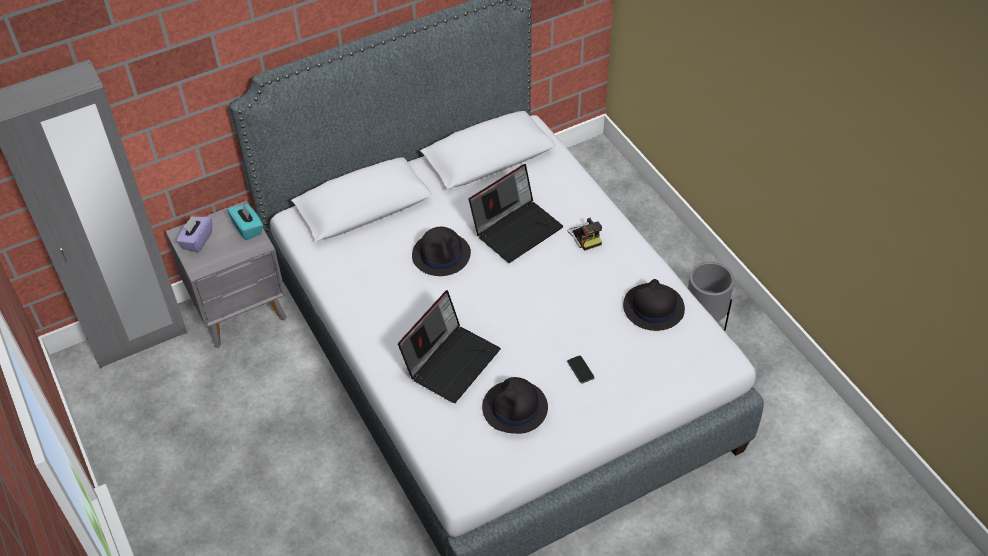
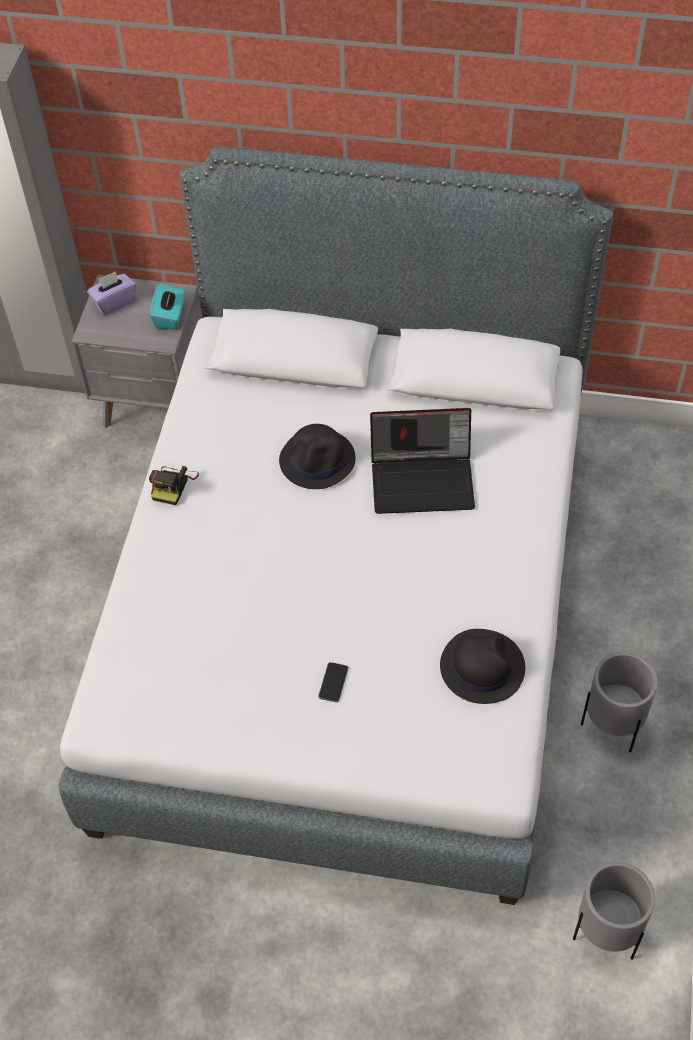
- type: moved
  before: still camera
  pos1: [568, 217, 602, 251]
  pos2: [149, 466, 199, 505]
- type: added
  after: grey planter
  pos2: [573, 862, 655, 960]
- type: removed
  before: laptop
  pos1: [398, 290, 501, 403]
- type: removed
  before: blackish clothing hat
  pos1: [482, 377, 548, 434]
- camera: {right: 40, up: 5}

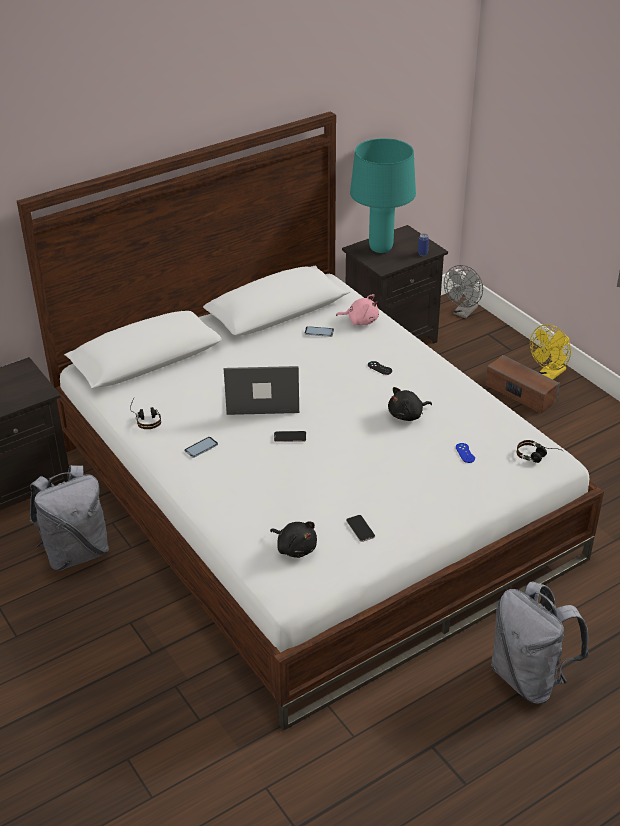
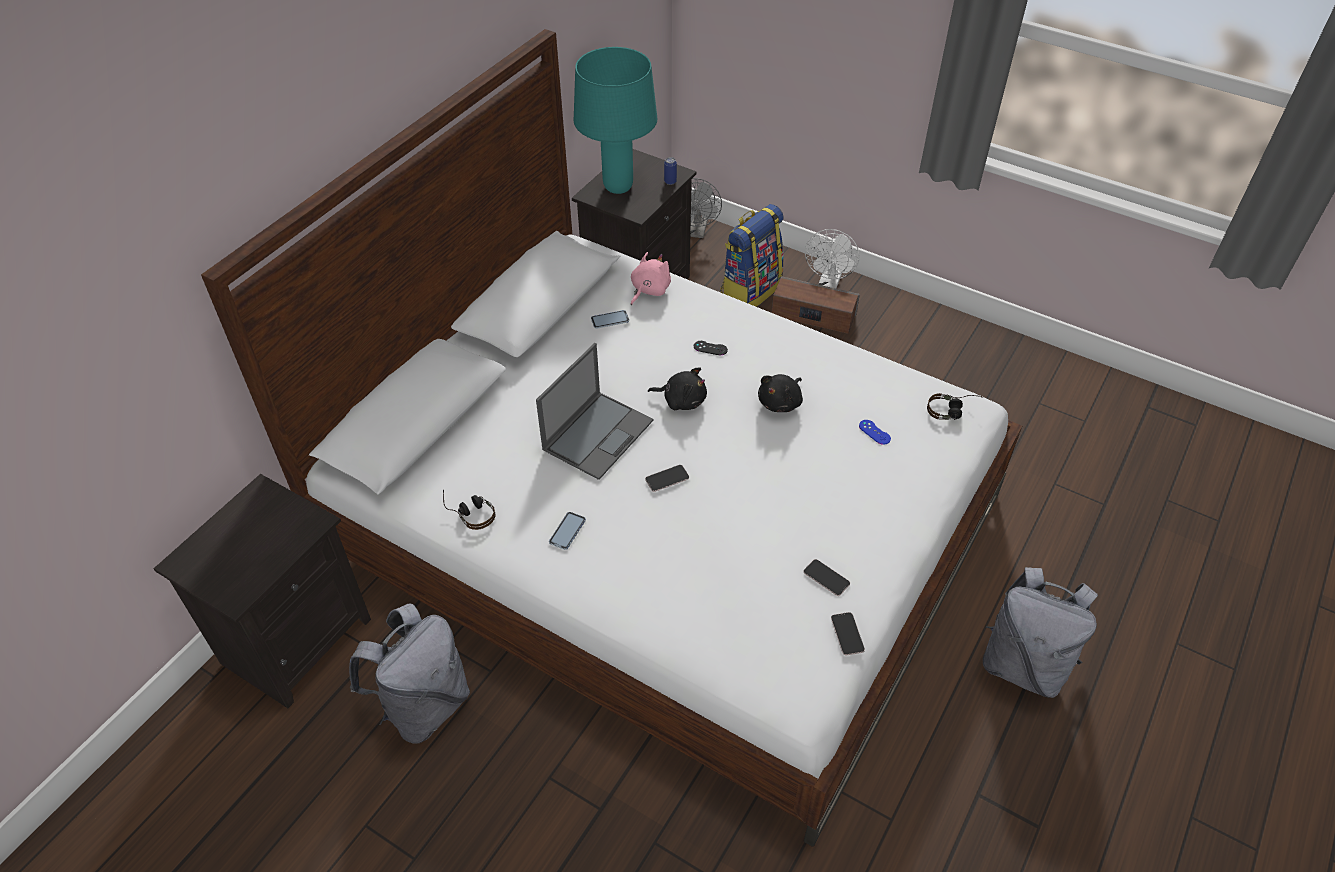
- type: turned
  before: laptop
  pos1: [224, 366, 299, 415]
  pos2: [536, 343, 653, 480]
  turn: 150
- type: turned
  before: pink plush toy
  pos1: [336, 294, 379, 325]
  pos2: [631, 252, 671, 306]
  turn: -45
- type: moved
  before: blackish plush toy
  pos1: [270, 521, 317, 558]
  pos2: [648, 367, 707, 410]
- type: added
  after: rucksack
  pos2: [720, 204, 784, 307]
- type: recoloured
  before: yellowish electric fan
  after: white electric fan
  pos1: [530, 324, 571, 379]
  pos2: [805, 229, 860, 288]
- type: added
  after: phone
  pos2: [831, 612, 865, 655]
- camera: {right: -25, up: 10}

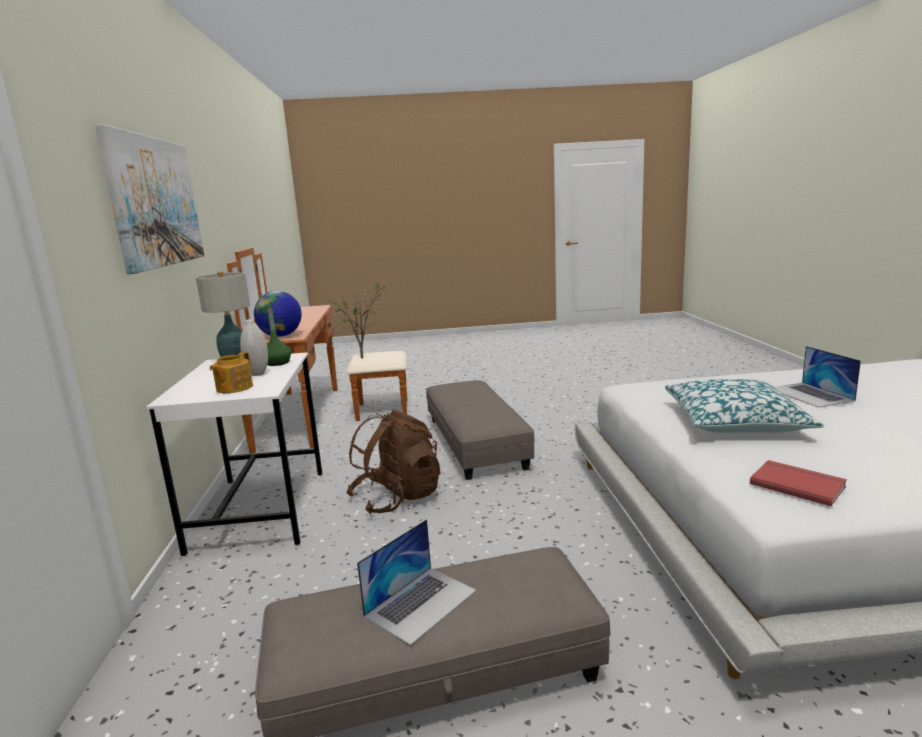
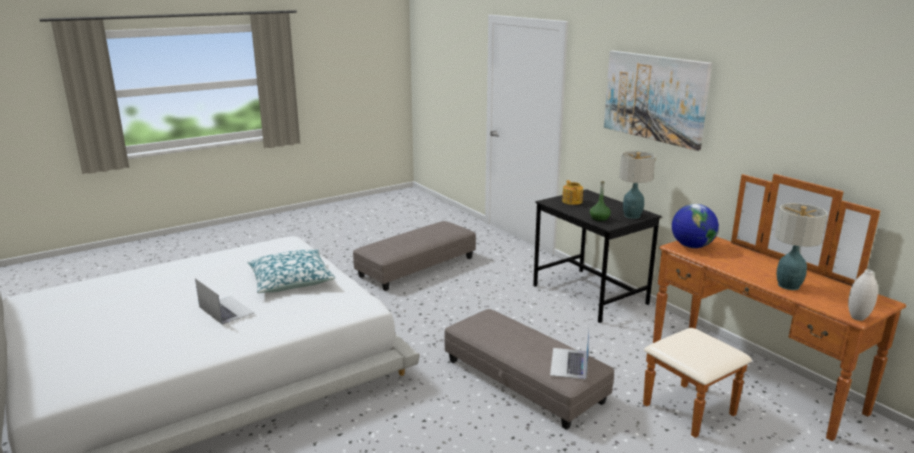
- type: recoloured
  before: white desk table
  after: blackish desk table
  pos1: [146, 352, 322, 556]
  pos2: [533, 189, 661, 323]
- type: moved
  before: laptop
  pos1: [357, 519, 477, 646]
  pos2: [550, 330, 589, 380]
- type: added
  after: tabletop lamp
  pos2: [775, 203, 827, 290]
- type: moved
  before: white flower vase
  pos1: [240, 319, 268, 376]
  pos2: [848, 269, 878, 321]
- type: removed
  before: potted plant
  pos1: [321, 279, 391, 358]
- type: removed
  before: brownish rucksack
  pos1: [346, 410, 441, 514]
- type: removed
  before: reddish book
  pos1: [750, 460, 847, 506]
- camera: {right: 150, up: 5}

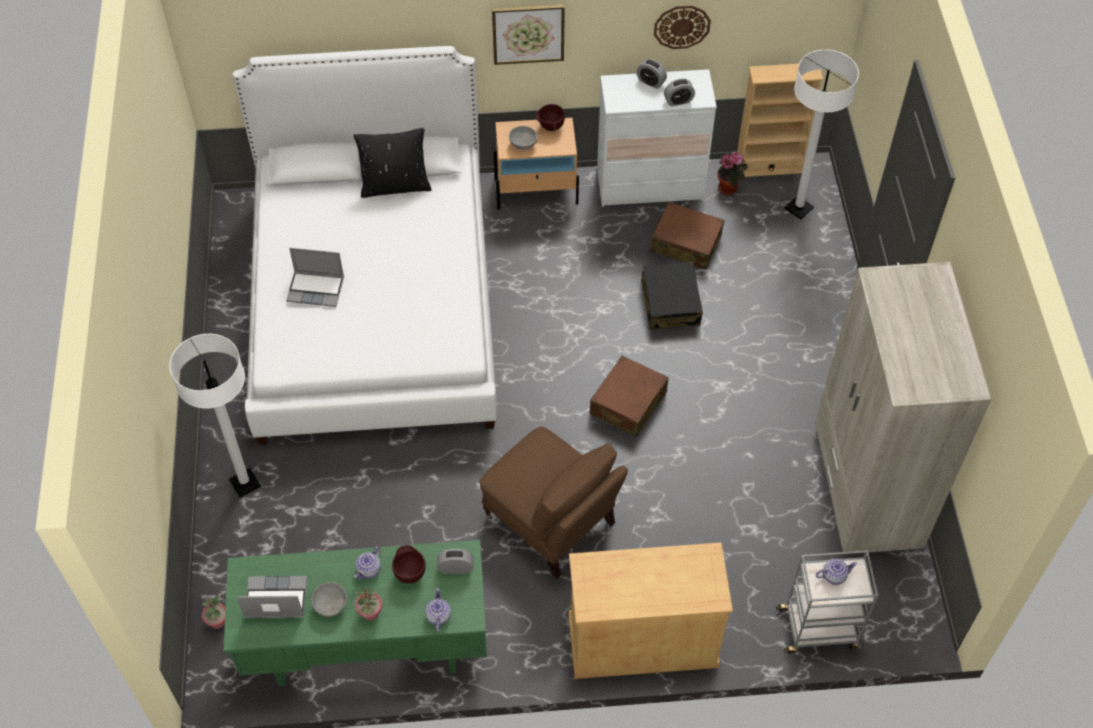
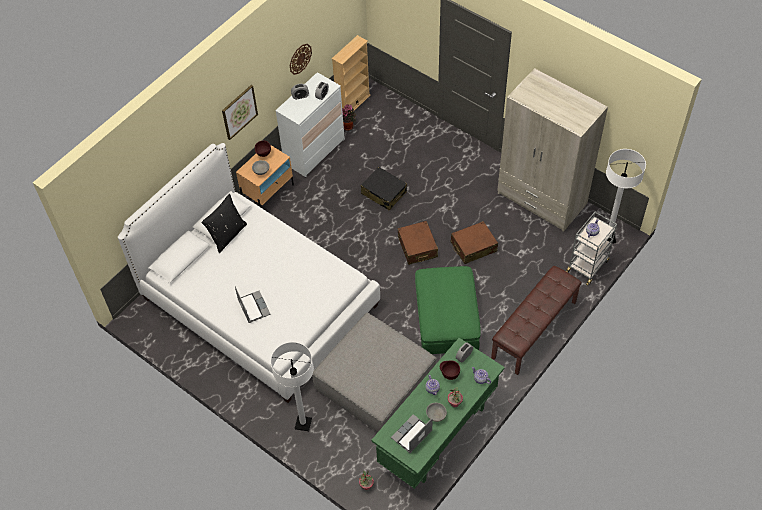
- type: turned
  before: laptop
  pos1: [286, 248, 344, 307]
  pos2: [235, 286, 271, 323]
  turn: -75
- type: added
  after: grey footrest
  pos2: [312, 313, 436, 432]
- type: replaced
  before: brownish easy chair
  after: greenish footrest
  pos1: [479, 427, 628, 579]
  pos2: [415, 266, 481, 354]
- type: moved
  before: brownish travel case
  pos1: [650, 202, 724, 270]
  pos2: [451, 221, 498, 264]
- type: replaced
  before: beige cabinet
  after: brownish long seat
  pos1: [569, 542, 733, 679]
  pos2: [491, 266, 582, 375]
- type: moved
  before: white floor lamp
  pos1: [784, 50, 859, 219]
  pos2: [606, 149, 646, 244]
- camera: {right: -45, up: 0}

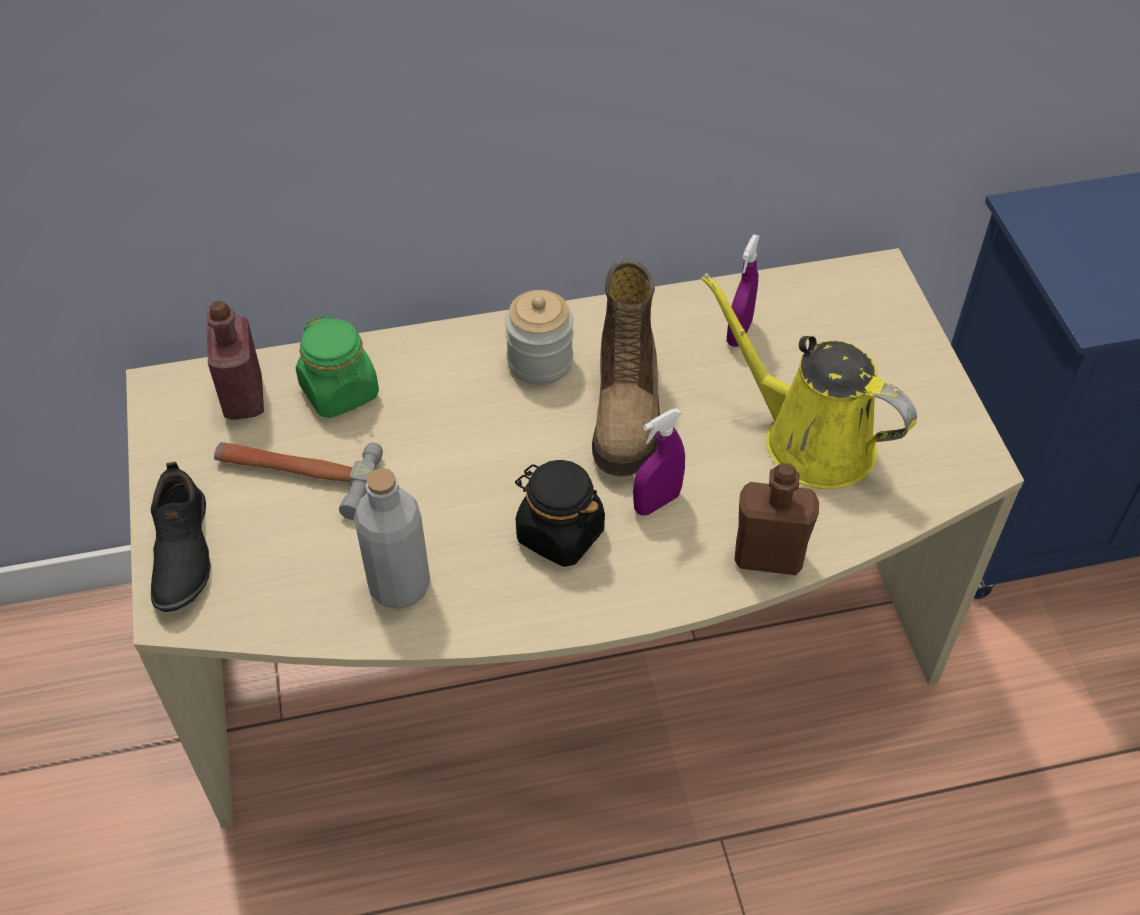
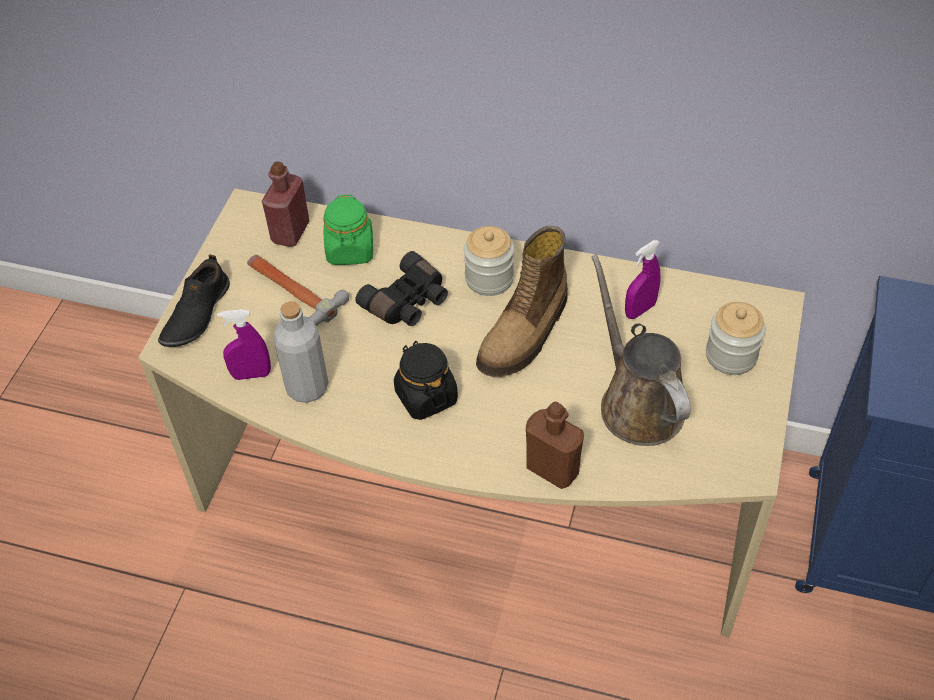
- type: moved
  before: purple hand sprayer
  pos1: [633, 408, 685, 516]
  pos2: [217, 309, 271, 380]
- type: added
  after: blackish field glasses
  pos2: [355, 251, 448, 326]
- type: recoloured
  before: yellowish sprinkling can
  after: brownish sprinkling can
  pos1: [701, 273, 917, 489]
  pos2: [592, 254, 690, 446]
- type: added
  after: storage jar
  pos2: [706, 302, 766, 375]
- camera: {right: 30, up: 0}

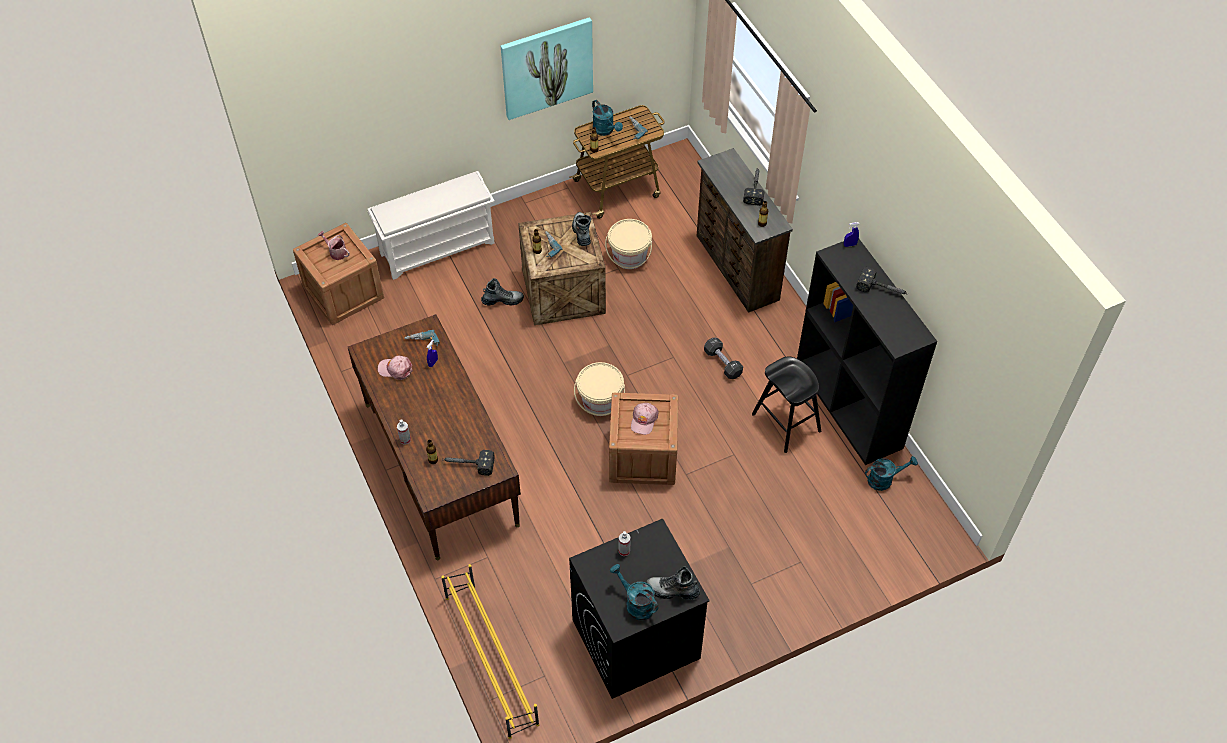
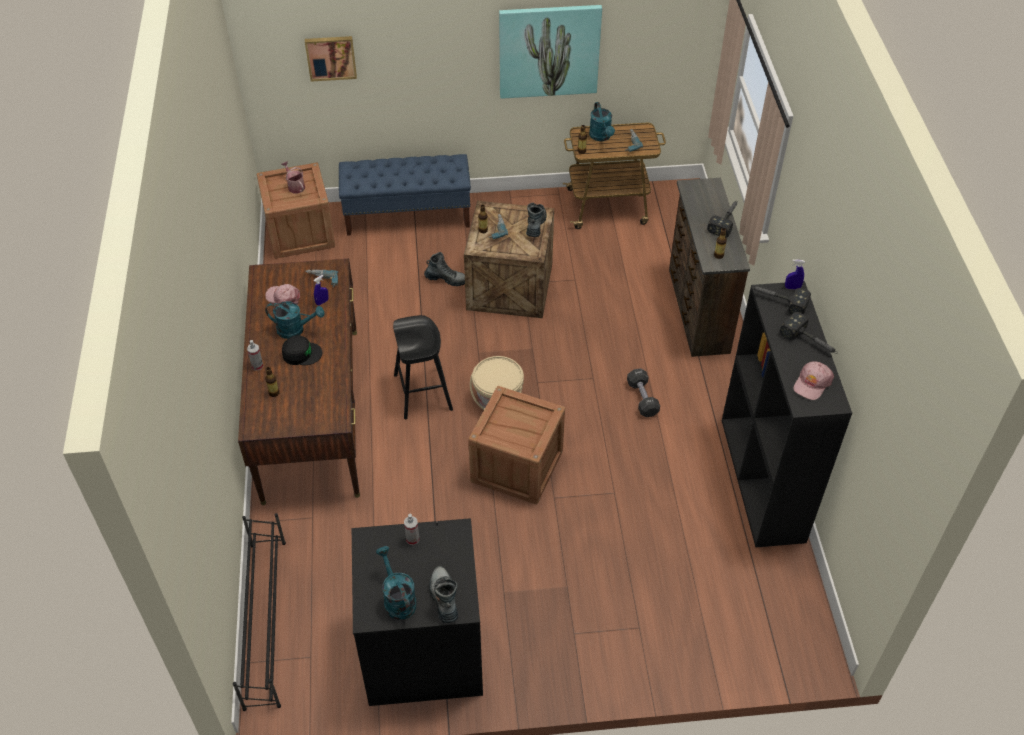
- type: recoloured
  before: yellowish shoe rack
  after: blackish shoe rack
  pos1: [441, 564, 539, 739]
  pos2: [233, 513, 286, 711]
- type: moved
  before: turquoise-coloured sprinkling can
  pos1: [865, 456, 918, 491]
  pos2: [265, 301, 324, 339]
- type: added
  after: blackish cap
  pos2: [282, 335, 322, 365]
- type: added
  after: wall art
  pos2: [305, 36, 357, 82]
- type: replaced
  before: white shoe rack
  after: bluish long seat
  pos1: [368, 171, 495, 280]
  pos2: [339, 154, 471, 236]
- type: moved
  before: blackish stool seat
  pos1: [752, 356, 821, 453]
  pos2: [393, 315, 453, 419]
- type: turned
  before: tall boot
  pos1: [646, 567, 700, 600]
  pos2: [429, 566, 458, 623]
  turn: 45
- type: moved
  before: hand hammer
  pos1: [442, 450, 495, 476]
  pos2: [751, 286, 811, 315]
- type: moved
  before: pink cap
  pos1: [631, 403, 659, 435]
  pos2: [794, 361, 834, 400]
- type: removed
  before: beige bucket
  pos1: [605, 219, 652, 269]
- camera: {right: 20, up: -5}

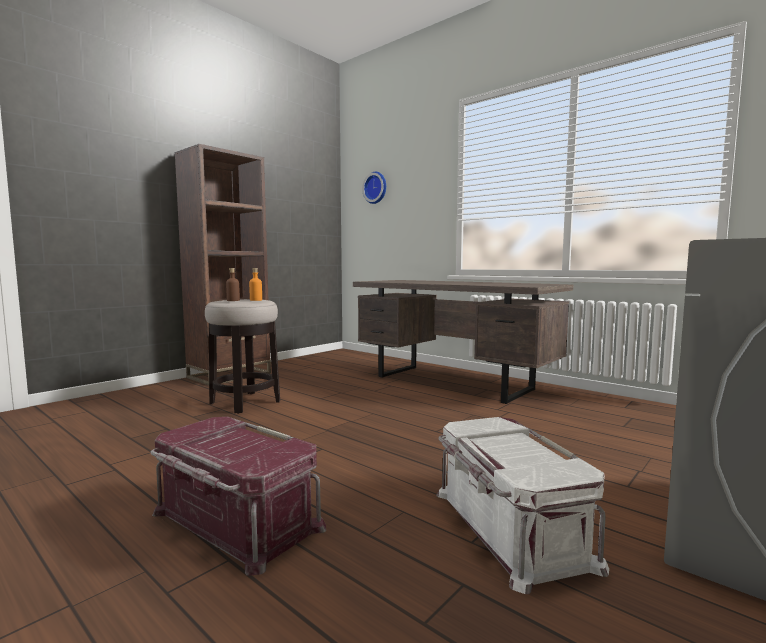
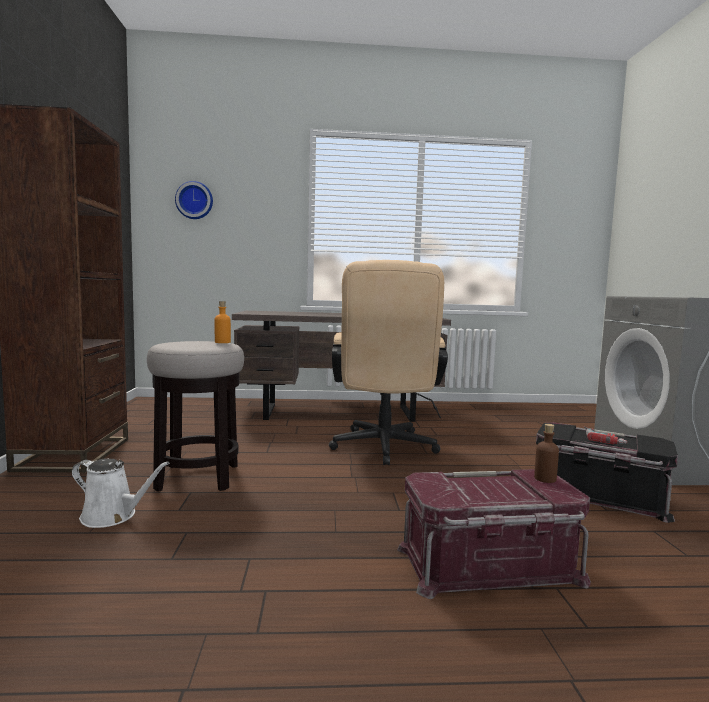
- type: added
  after: white sprinkling can
  pos2: [72, 459, 169, 528]
- type: added
  after: beige desk chair
  pos2: [329, 260, 448, 465]
- type: moved
  before: brownish drink bottle
  pos1: [226, 268, 240, 301]
  pos2: [534, 424, 559, 483]
- type: recoloured
  before: white storage container
  after: blackish storage container
  pos1: [437, 417, 609, 594]
  pos2: [536, 422, 678, 523]
- type: added
  after: drill
  pos2: [584, 426, 627, 445]
- camera: {right: -45, up: 0}

